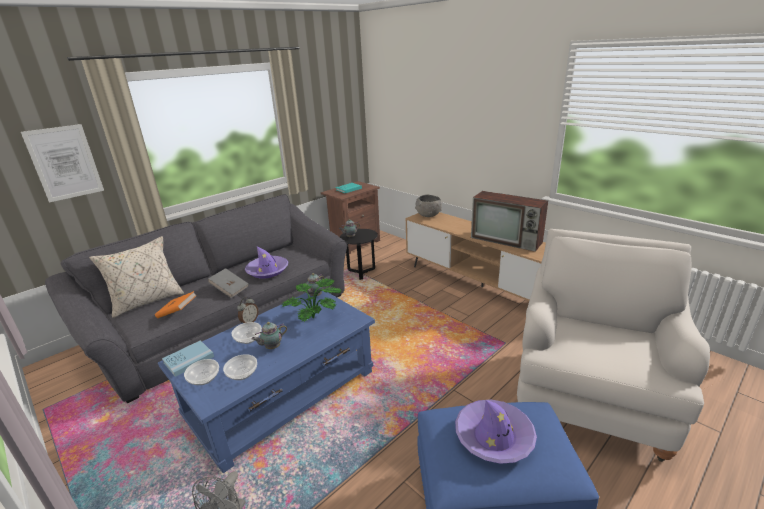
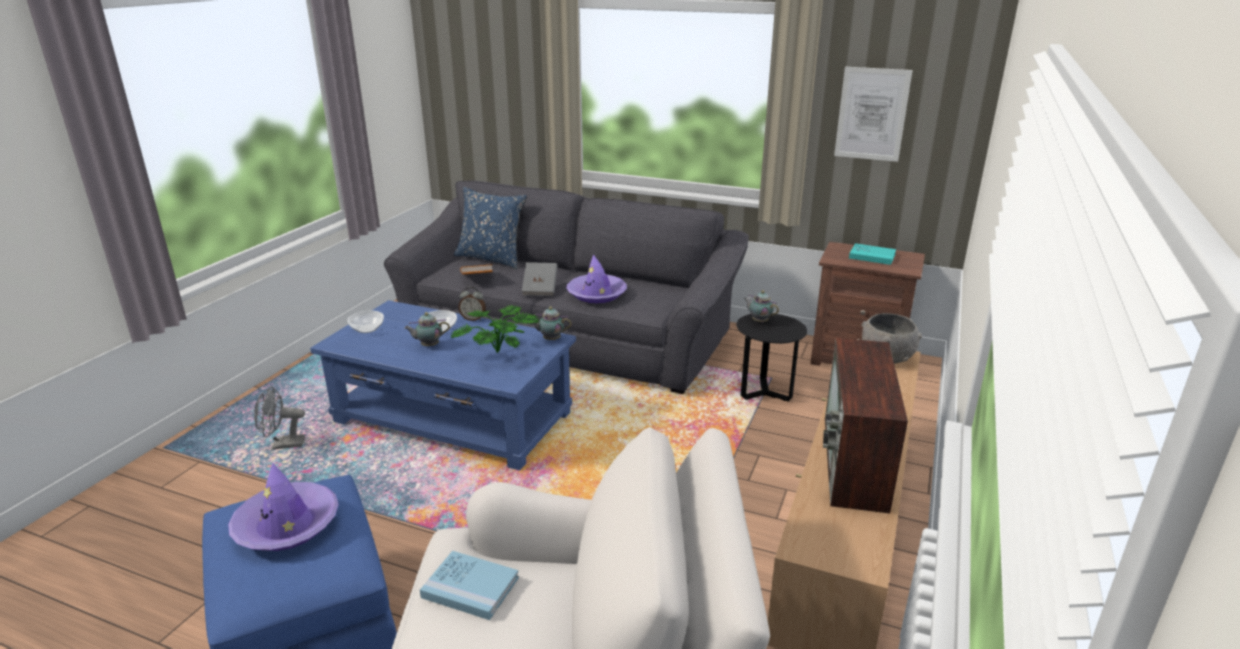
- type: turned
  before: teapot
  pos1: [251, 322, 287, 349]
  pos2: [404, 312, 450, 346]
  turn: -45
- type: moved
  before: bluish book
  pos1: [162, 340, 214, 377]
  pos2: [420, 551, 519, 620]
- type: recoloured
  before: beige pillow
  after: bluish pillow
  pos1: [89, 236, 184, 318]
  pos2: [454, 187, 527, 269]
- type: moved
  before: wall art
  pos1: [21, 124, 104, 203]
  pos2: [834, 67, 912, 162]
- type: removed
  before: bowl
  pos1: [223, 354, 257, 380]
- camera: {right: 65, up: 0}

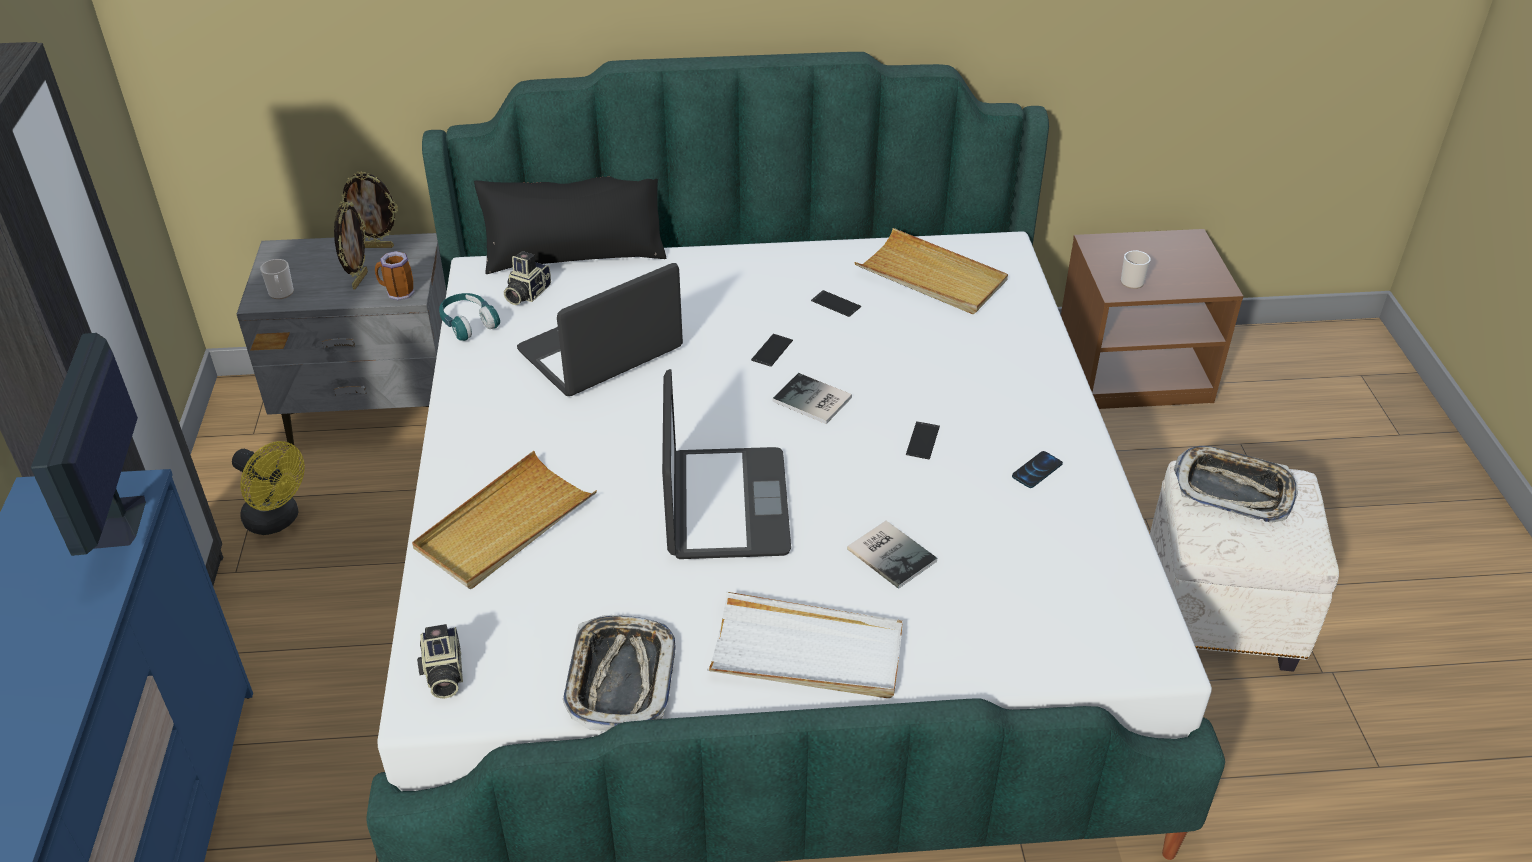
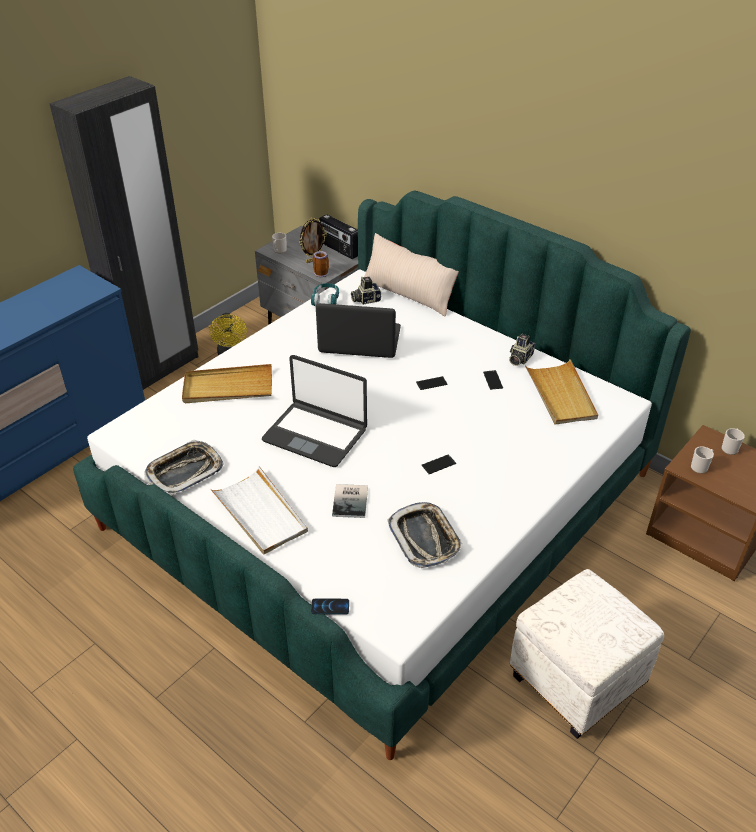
- type: turned
  before: laptop
  pos1: [662, 369, 791, 559]
  pos2: [262, 355, 367, 467]
  turn: 75
- type: moved
  before: phone
  pos1: [1012, 451, 1063, 488]
  pos2: [311, 598, 349, 615]
- type: replaced
  before: photo frame
  after: radio receiver
  pos1: [339, 171, 398, 248]
  pos2: [319, 214, 358, 259]
- type: recoloured
  before: blackish pillow
  after: beige pillow
  pos1: [474, 177, 666, 274]
  pos2: [364, 233, 459, 317]
- type: moved
  before: serving tray
  pos1: [1174, 446, 1298, 522]
  pos2: [387, 502, 463, 568]
- type: moved
  before: still camera
  pos1: [417, 624, 463, 699]
  pos2: [509, 334, 535, 366]
- type: added
  after: tea mug
  pos2: [722, 428, 745, 455]
- type: removed
  before: monitor
  pos1: [31, 333, 146, 556]
- type: removed
  before: book
  pos1: [773, 373, 852, 424]
- camera: {right: 45, up: 0}

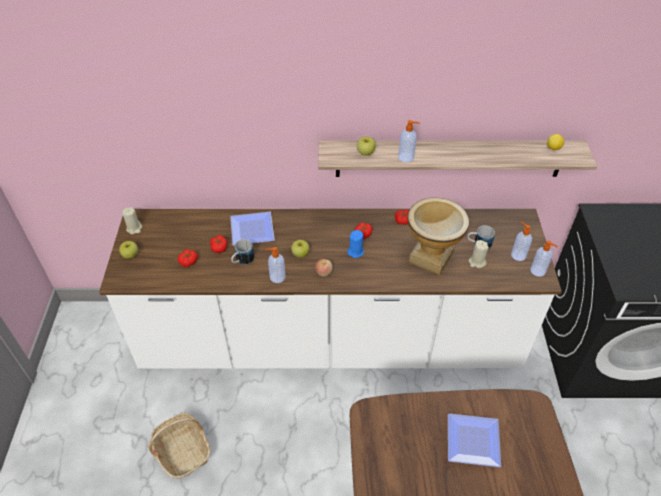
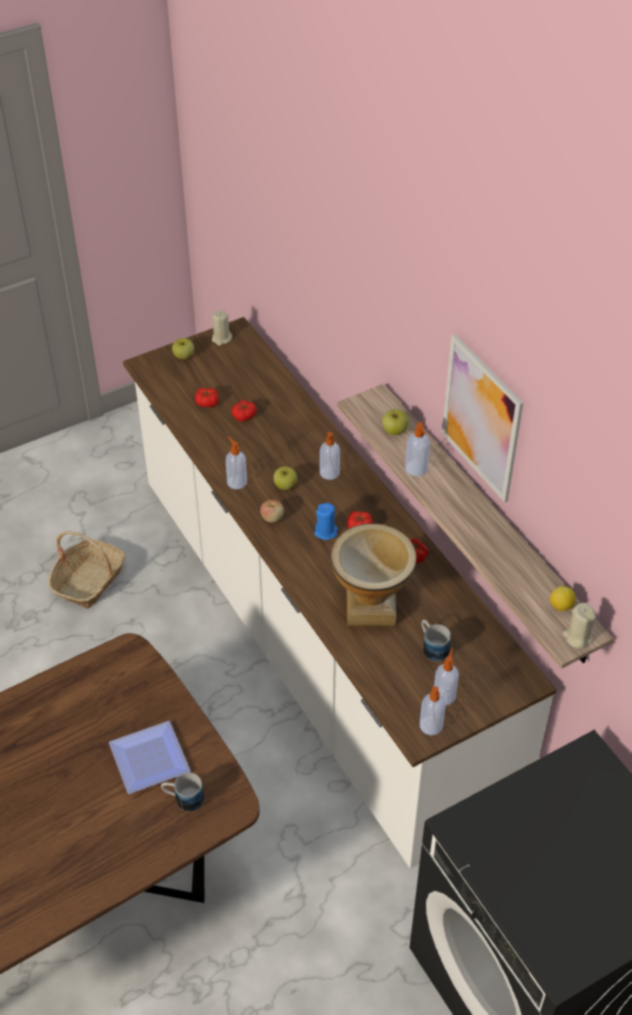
- type: moved
  before: tea mug
  pos1: [231, 239, 254, 265]
  pos2: [161, 773, 204, 811]
- type: added
  after: liquid soap bottle
  pos2: [320, 432, 340, 480]
- type: added
  after: wall art
  pos2: [442, 334, 523, 503]
- type: moved
  before: beige wax candle
  pos1: [468, 240, 489, 268]
  pos2: [563, 603, 596, 649]
- type: removed
  before: plate
  pos1: [230, 212, 275, 246]
- camera: {right: 60, up: 0}

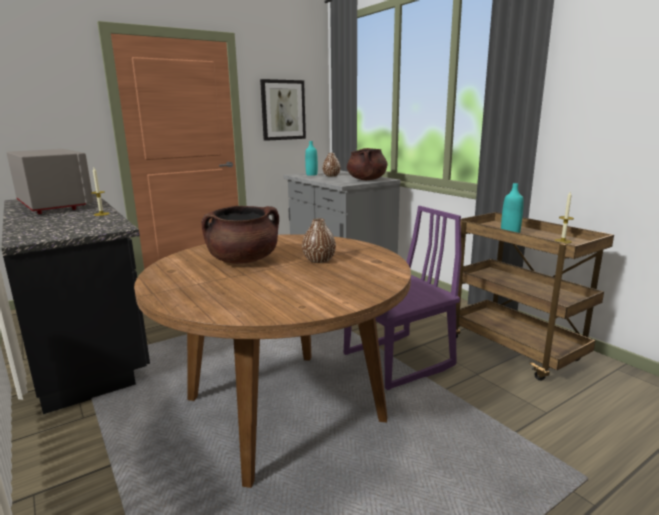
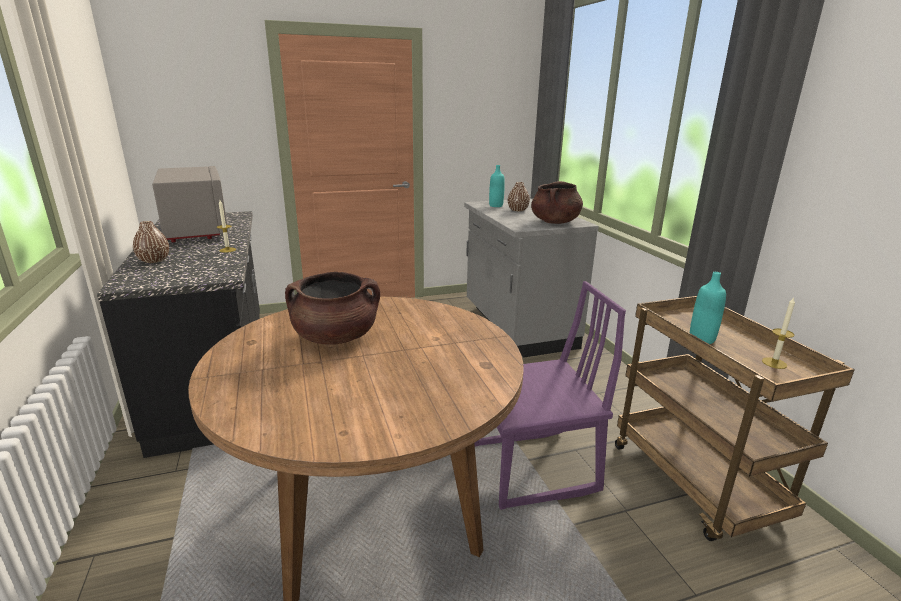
- type: moved
  before: brownish flower vase
  pos1: [302, 218, 336, 263]
  pos2: [133, 221, 169, 263]
- type: removed
  before: wall art
  pos1: [260, 79, 306, 141]
- camera: {right: 15, up: 5}

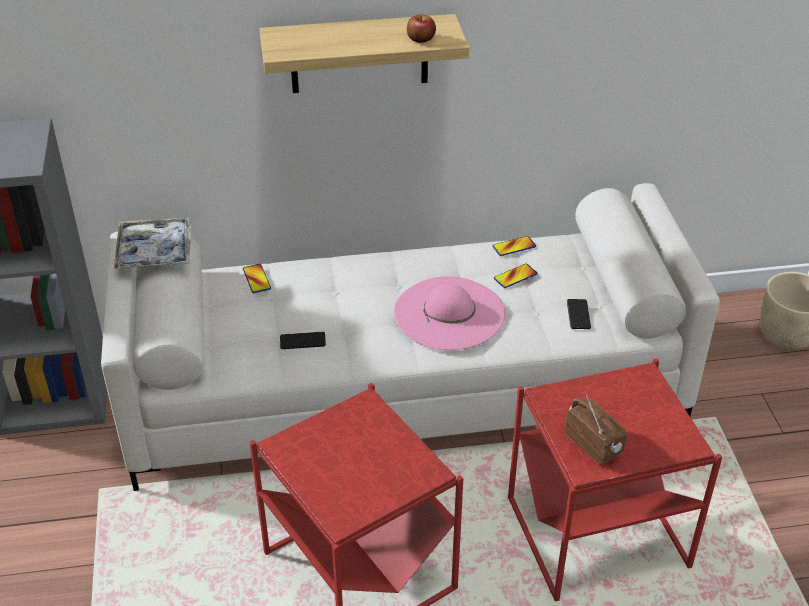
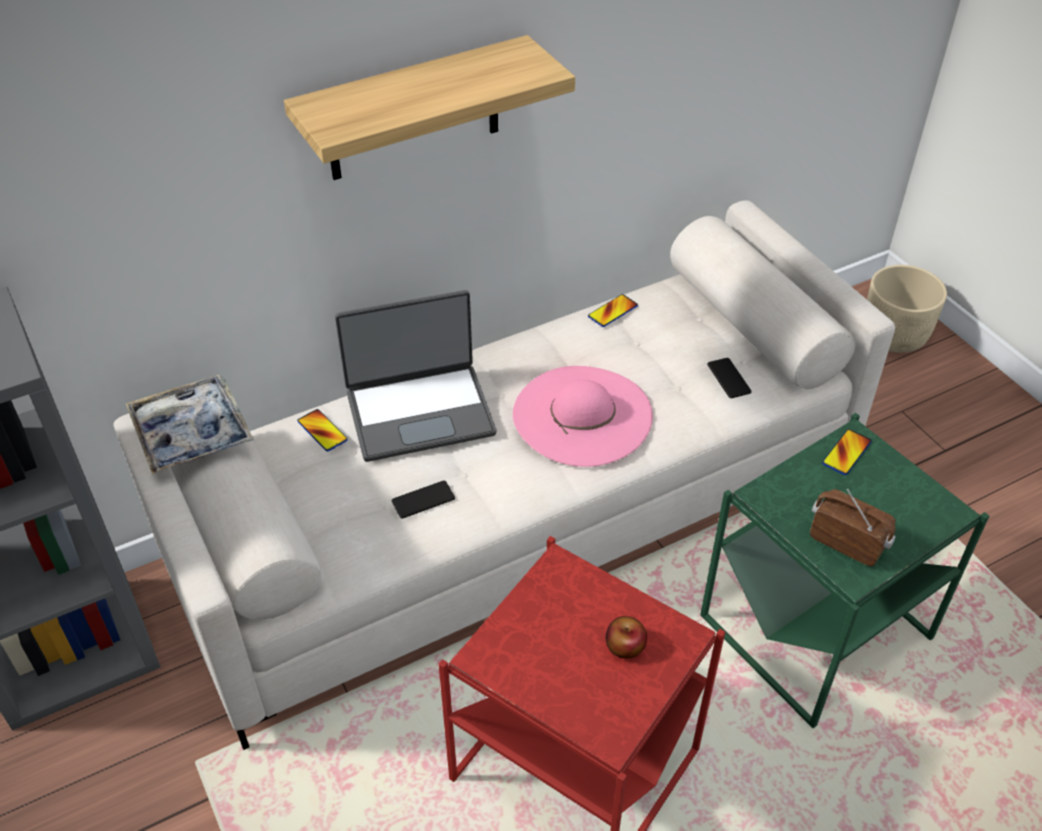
- type: added
  after: laptop
  pos2: [335, 290, 497, 462]
- type: moved
  before: apple fruit
  pos1: [407, 14, 436, 43]
  pos2: [606, 616, 647, 659]
- type: recoloured
  before: reddish accent table
  after: greenish accent table
  pos1: [508, 359, 722, 602]
  pos2: [700, 413, 989, 728]
- type: moved
  before: phone
  pos1: [494, 264, 538, 288]
  pos2: [822, 429, 872, 475]
- camera: {right: -20, up: 5}

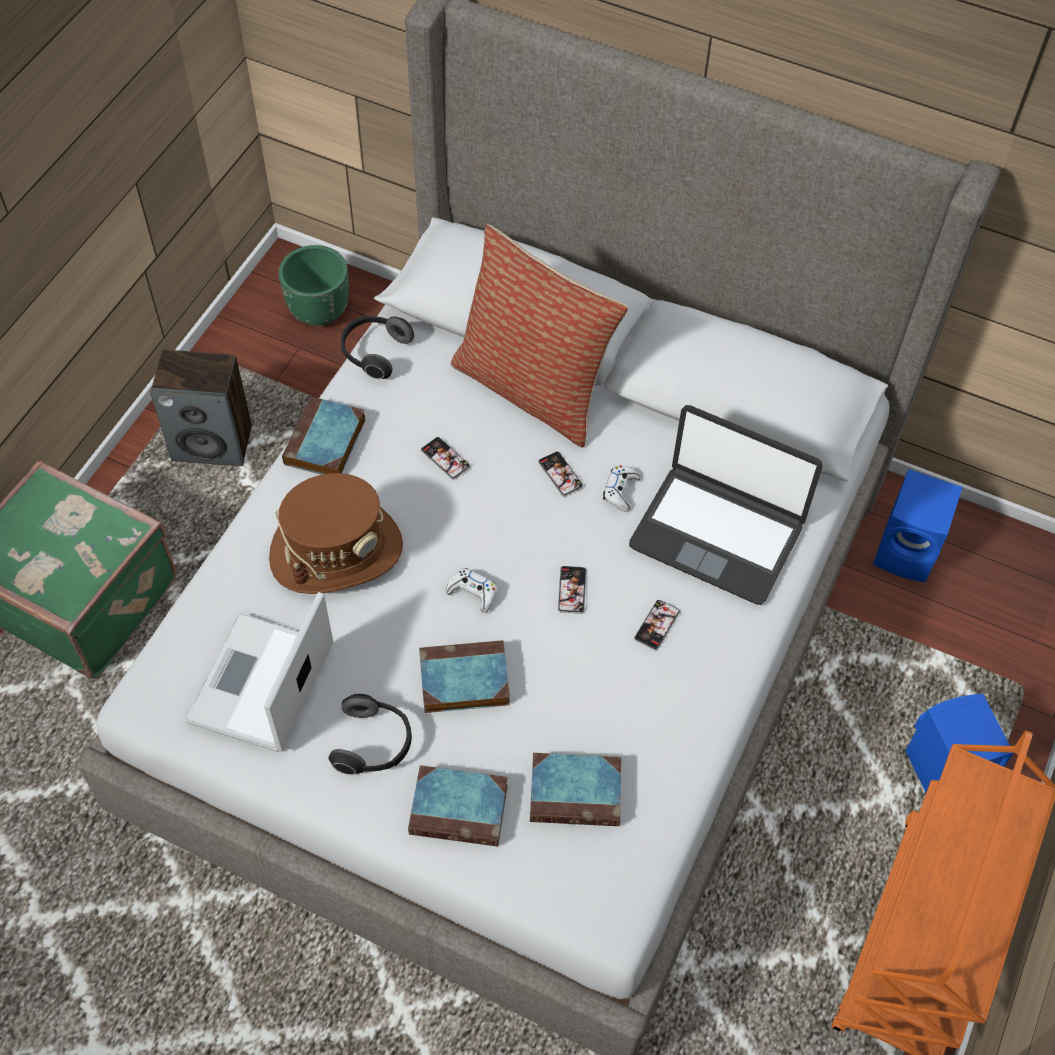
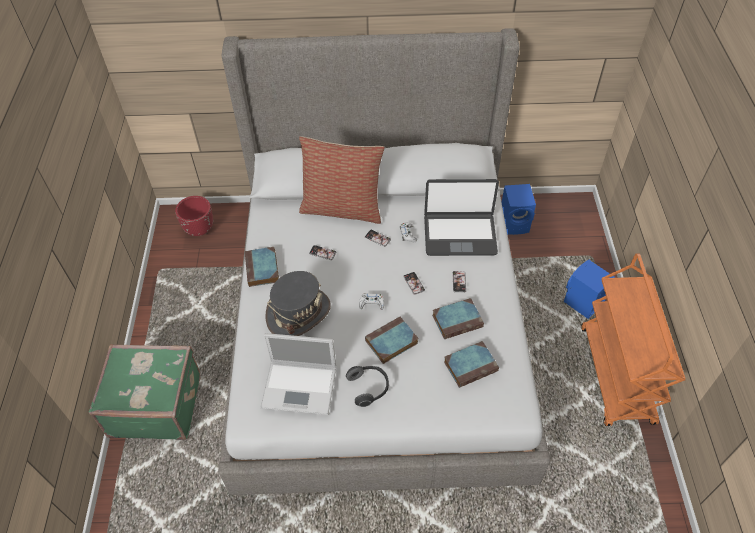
- type: recoloured
  before: greenish planter
  after: reddish planter
  pos1: [279, 245, 349, 325]
  pos2: [175, 196, 213, 236]
- type: turned
  before: laptop
  pos1: [185, 592, 333, 752]
  pos2: [260, 333, 336, 415]
  turn: -75
- type: recoloured
  before: brownish clothing hat
  after: grey clothing hat
  pos1: [269, 473, 403, 594]
  pos2: [266, 271, 331, 336]
- type: moved
  before: book
  pos1: [408, 765, 508, 846]
  pos2: [432, 298, 484, 339]
- type: removed
  before: loudspeaker
  pos1: [150, 350, 252, 466]
- type: removed
  before: headset
  pos1: [341, 316, 414, 379]
- camera: {right: -25, up: -5}

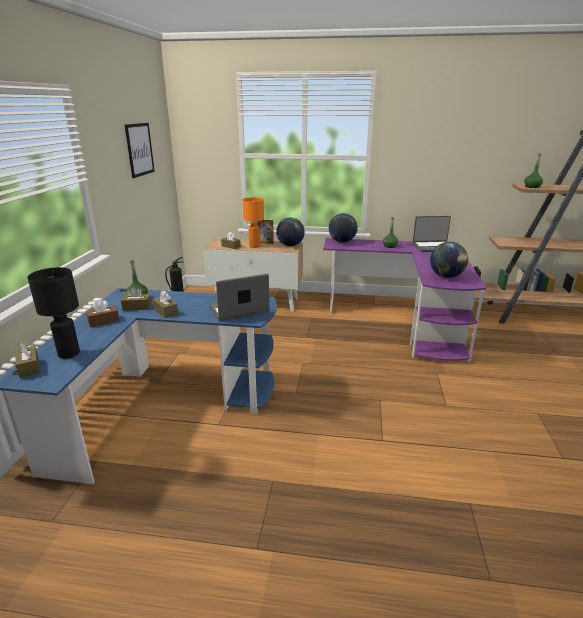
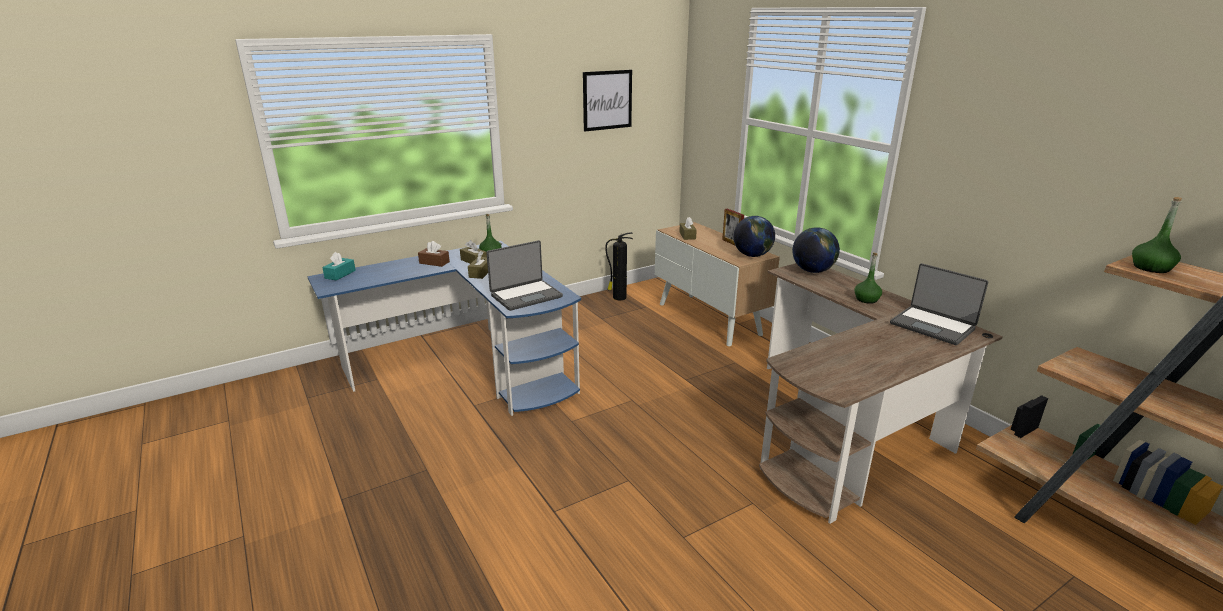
- type: recoloured
  before: brownish tissue holder
  after: turquoise-coloured tissue holder
  pos1: [15, 343, 40, 378]
  pos2: [322, 252, 356, 281]
- type: turned
  before: laptop
  pos1: [209, 274, 270, 321]
  pos2: [486, 240, 563, 311]
  turn: 120
- type: recoloured
  before: purple desk table
  after: brownish desk table
  pos1: [323, 238, 487, 362]
  pos2: [759, 263, 1003, 524]
- type: removed
  before: blackish tabletop lamp
  pos1: [27, 267, 80, 359]
- type: removed
  before: orangey tabletop lamp
  pos1: [243, 197, 264, 248]
- type: removed
  before: desk globe
  pos1: [430, 242, 468, 278]
- camera: {right: 50, up: 0}

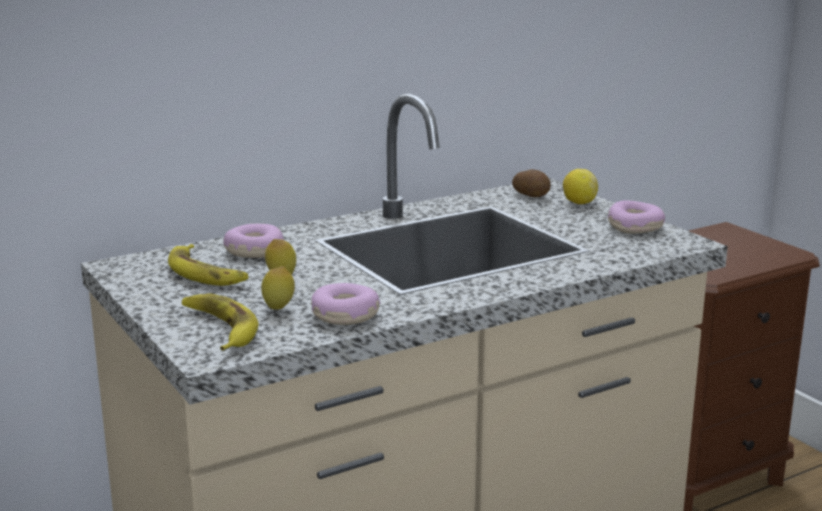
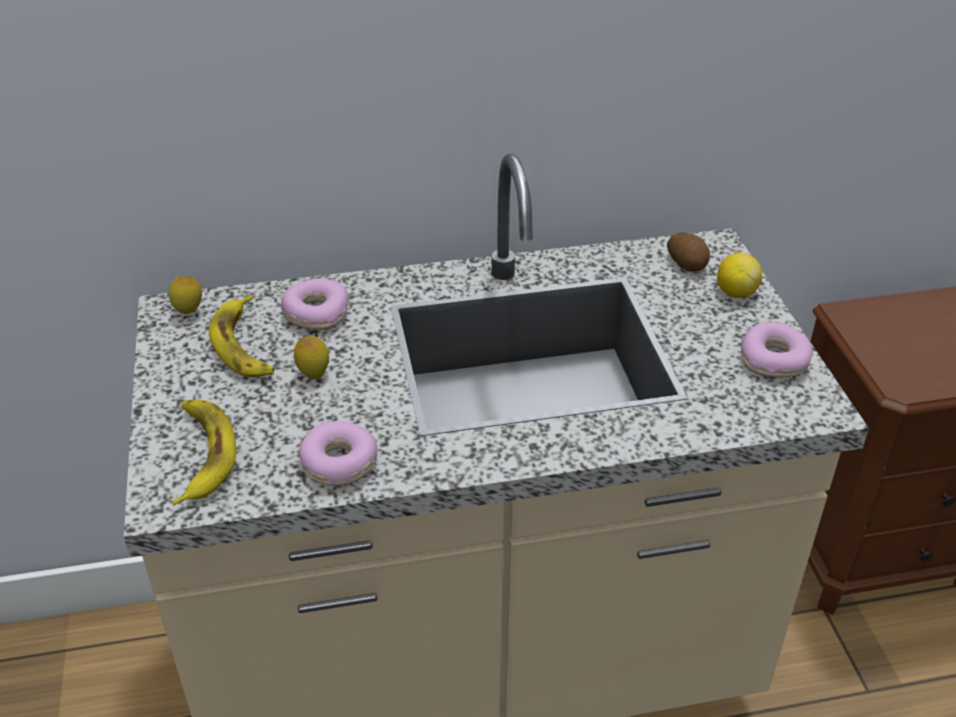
- type: moved
  before: citrus fruit
  pos1: [261, 266, 295, 310]
  pos2: [169, 276, 202, 314]
- camera: {right: 20, up: 20}

